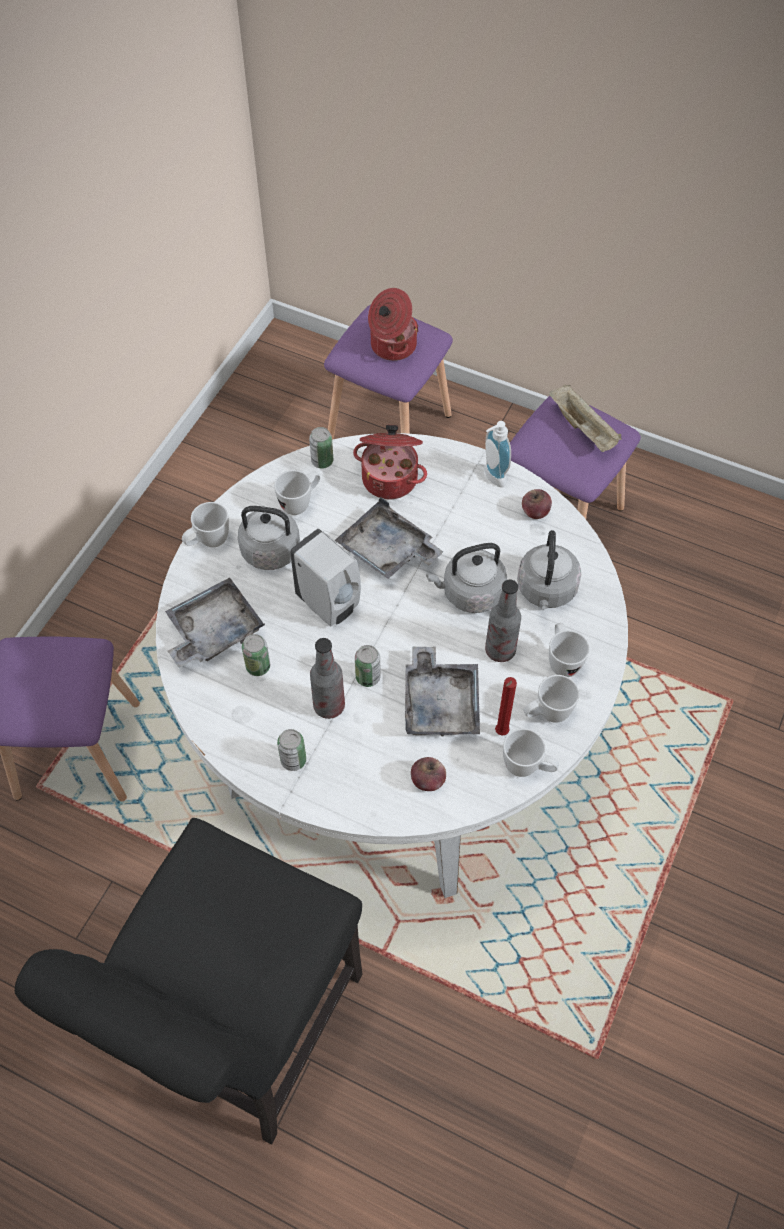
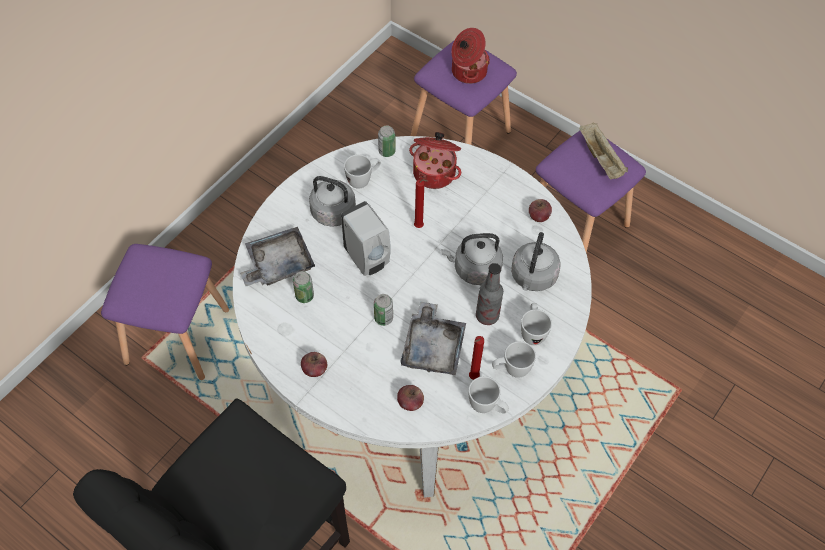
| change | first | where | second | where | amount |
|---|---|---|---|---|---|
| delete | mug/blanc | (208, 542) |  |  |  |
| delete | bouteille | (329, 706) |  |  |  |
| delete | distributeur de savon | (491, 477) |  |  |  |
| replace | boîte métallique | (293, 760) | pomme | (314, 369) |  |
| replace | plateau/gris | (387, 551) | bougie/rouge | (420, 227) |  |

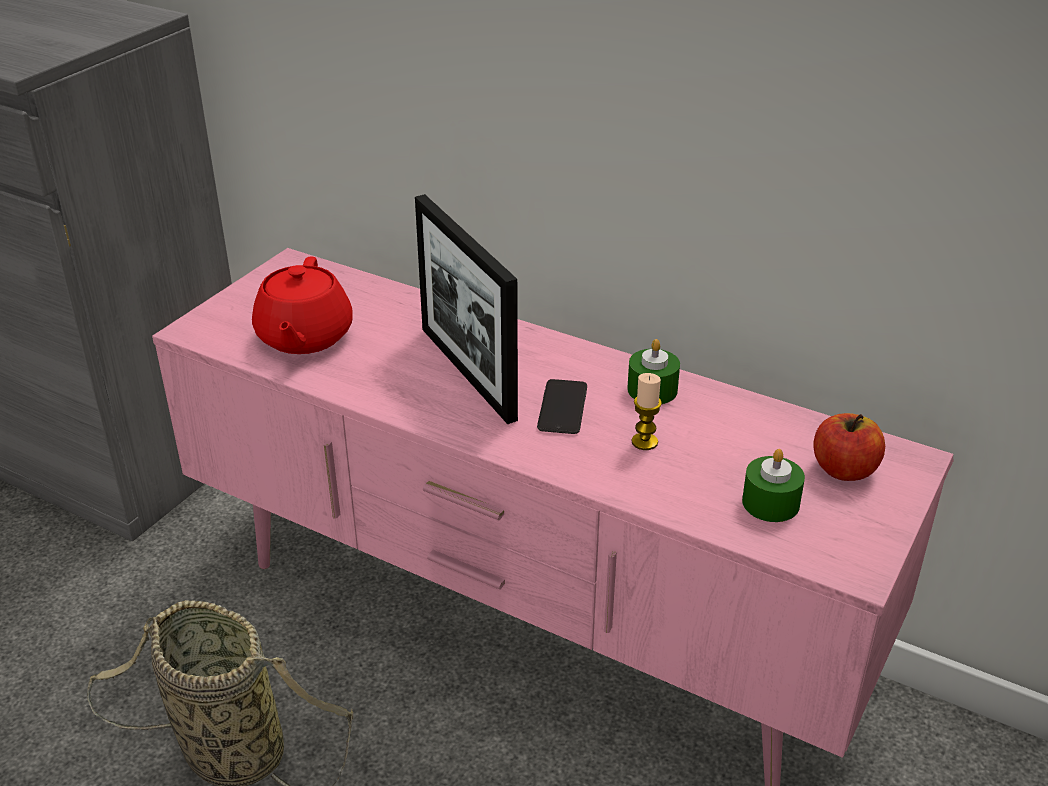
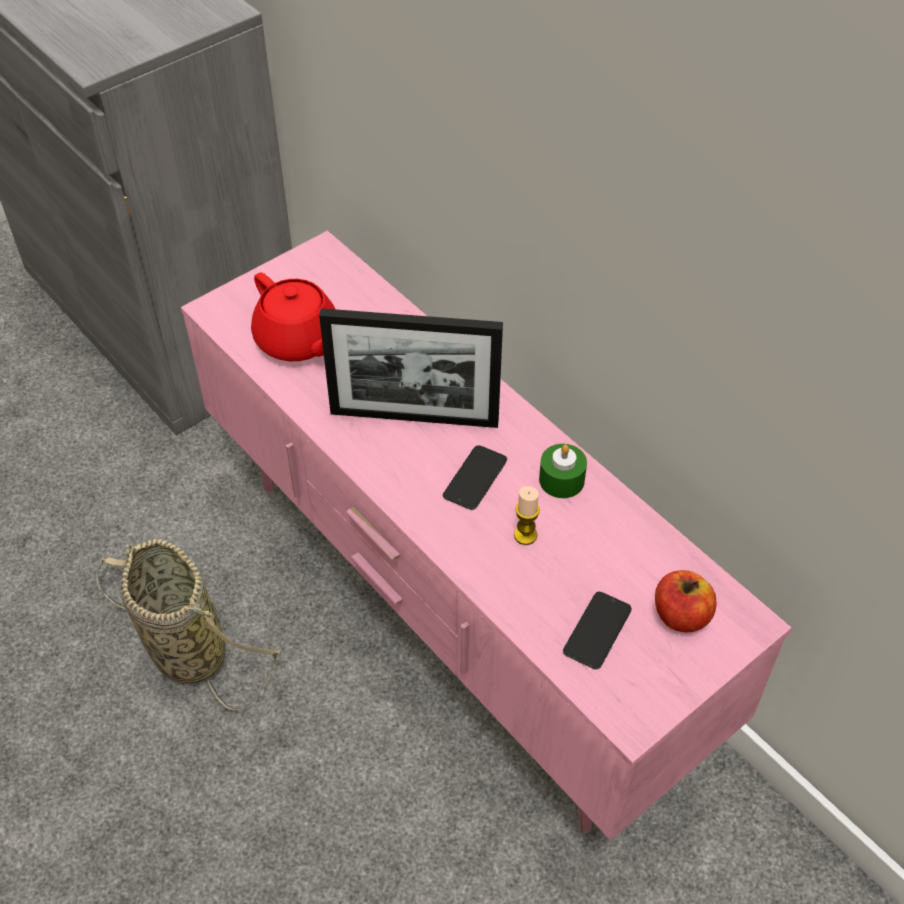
| change | first | where | second | where | amount |
|---|---|---|---|---|---|
| replace | bougie/vert | (770, 503) | téléphone | (597, 631) |  |
| rotate | théière/rouge | (304, 337) |  | (298, 341) | 60 degrees counterclockwise |
| rotate | cadre photo | (467, 373) |  | (414, 417) | 75 degrees counterclockwise |

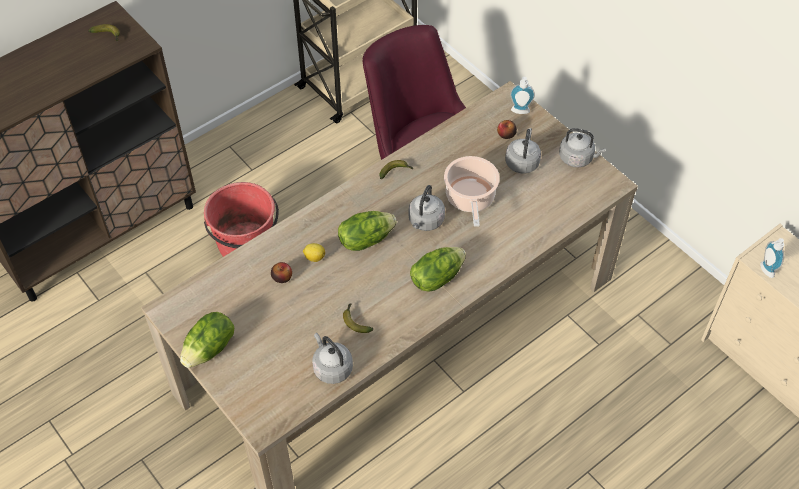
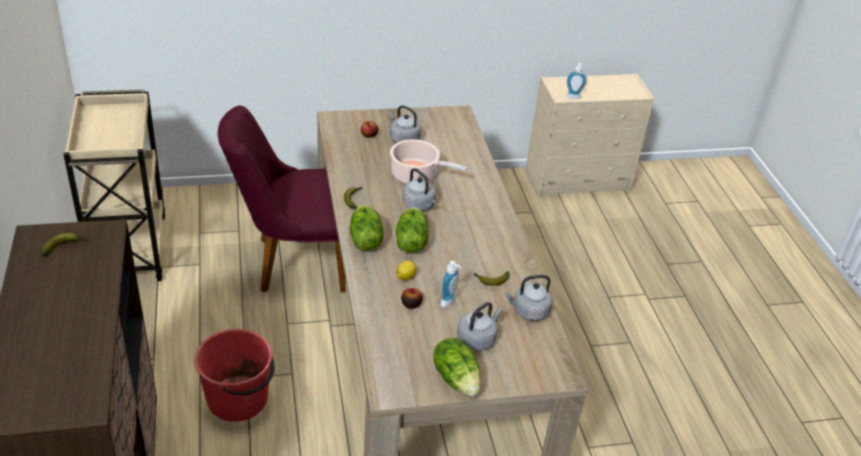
| change | first | where | second | where | amount |
|---|---|---|---|---|---|
| move | laitue | (436, 277) |  | (364, 240) |  |
| move | distributeur de savon | (520, 112) |  | (450, 302) |  |
| move | bouilloire/gris | (577, 158) |  | (477, 339) |  |

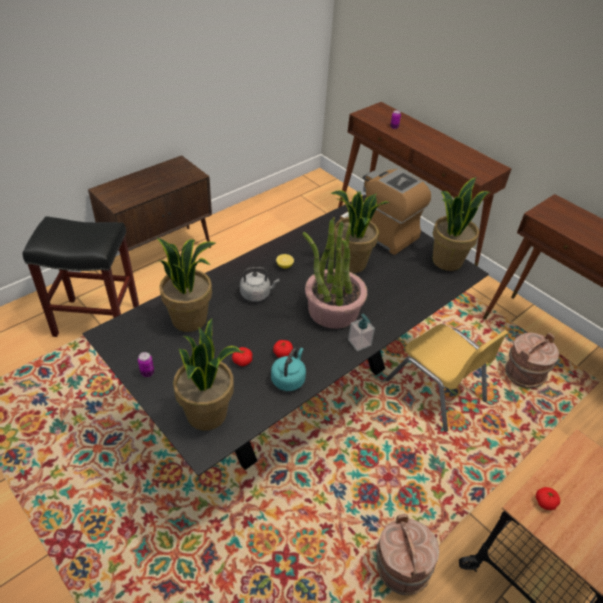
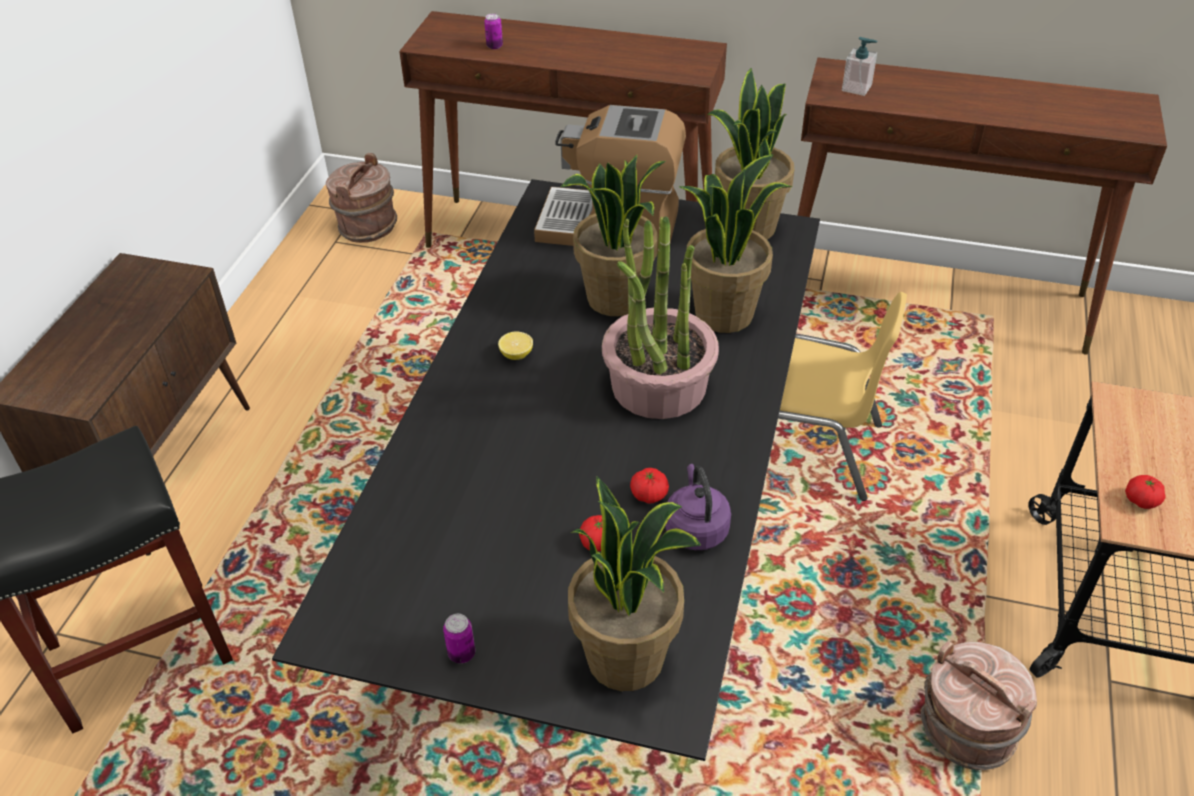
| change | first | where | second | where | amount |
|---|---|---|---|---|---|
| delete | bouilloire/gris | (257, 294) |  |  |  |
| move | plante en pot | (190, 319) |  | (724, 313) |  |
| move | distributeur de savon | (359, 343) |  | (857, 88) |  |
| move | seau/marron | (523, 373) |  | (366, 226) |  |
| recolor | bouilloire/turquoise | (289, 379) | bouilloire/violet | (695, 528) |  |

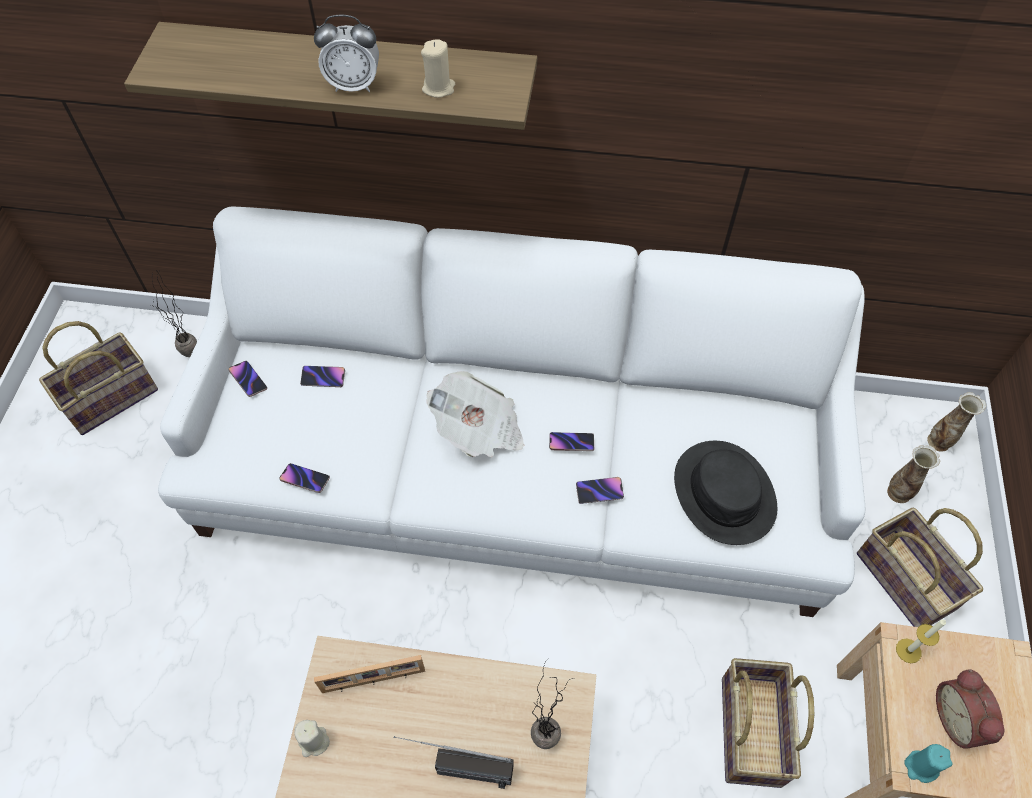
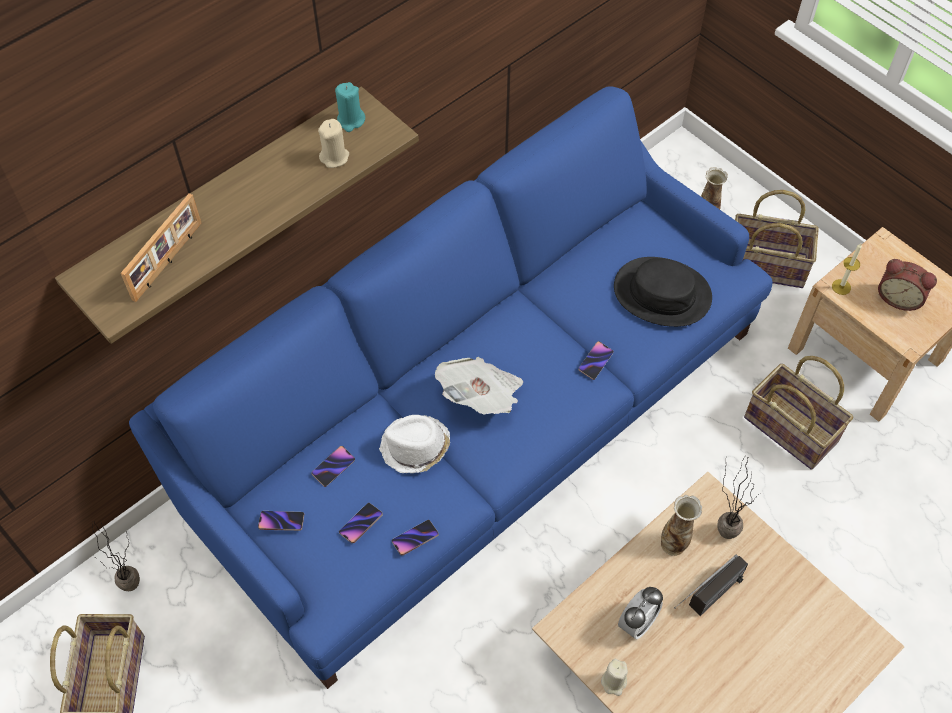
| change | first | where | second | where | amount |
|---|---|---|---|---|---|
| insert |  |  | chapeau/blanc | (415, 448) |  |
| move | réveil | (353, 85) |  | (637, 623) |  |
| move | cadre photo | (373, 681) |  | (169, 261) |  |
| move | téléphone | (571, 443) |  | (361, 524) |  |
| move | bougie/turquoise | (920, 767) |  | (350, 121) |  |
| move | vase | (939, 442) |  | (674, 543) |  |
| recolor | canapé/blanc | (516, 464) | canapé/bleu | (476, 419) |  |

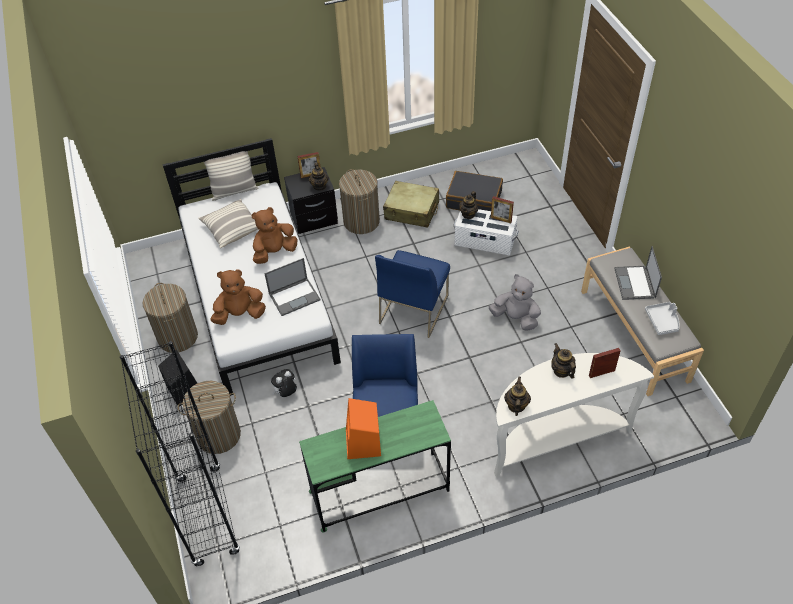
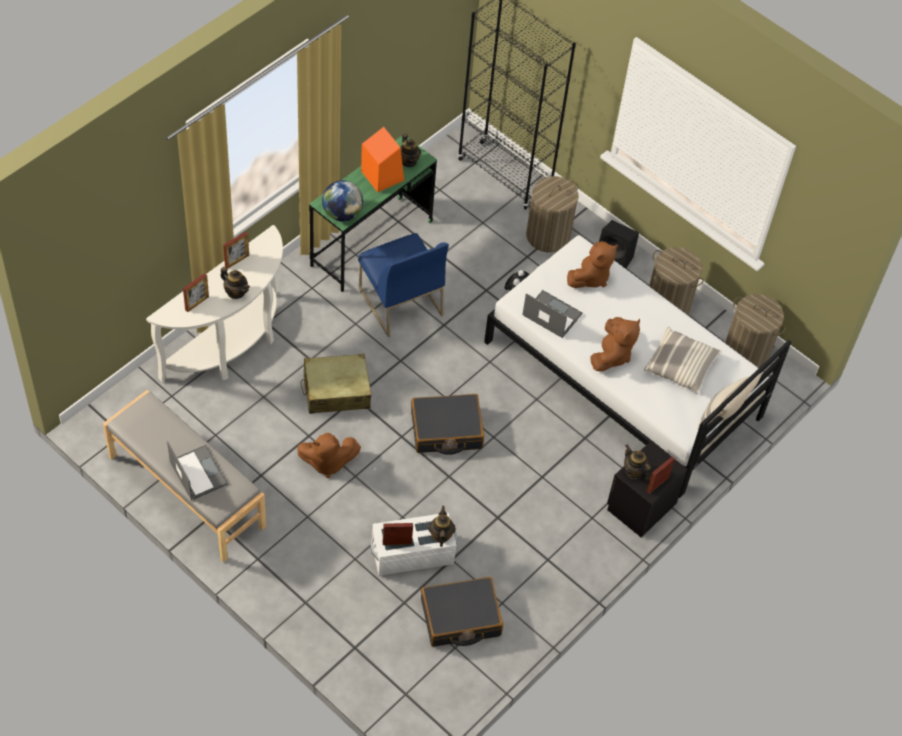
| change | first | where | second | where | amount |
|---|---|---|---|---|---|
| delete | plateau/gris | (662, 321) |  |  |  |
| insert |  |  | cadre photo | (237, 261) |  |
| insert |  |  | globe | (342, 214) |  |
| move | panier à linge | (361, 221) |  | (746, 353) |  |
| move | valise/beige | (412, 211) |  | (336, 391) |  |
| move | théière | (516, 405) |  | (408, 161) |  |
| replace | chaise/bleu | (413, 309) | valise/noir | (446, 430) |  |
| recolor | peluche/gris | (515, 318) | peluche/marron | (327, 462) |  |
| rotate | ordinateur portable | (295, 296) |  | (551, 314) | 90 degrees clockwise |

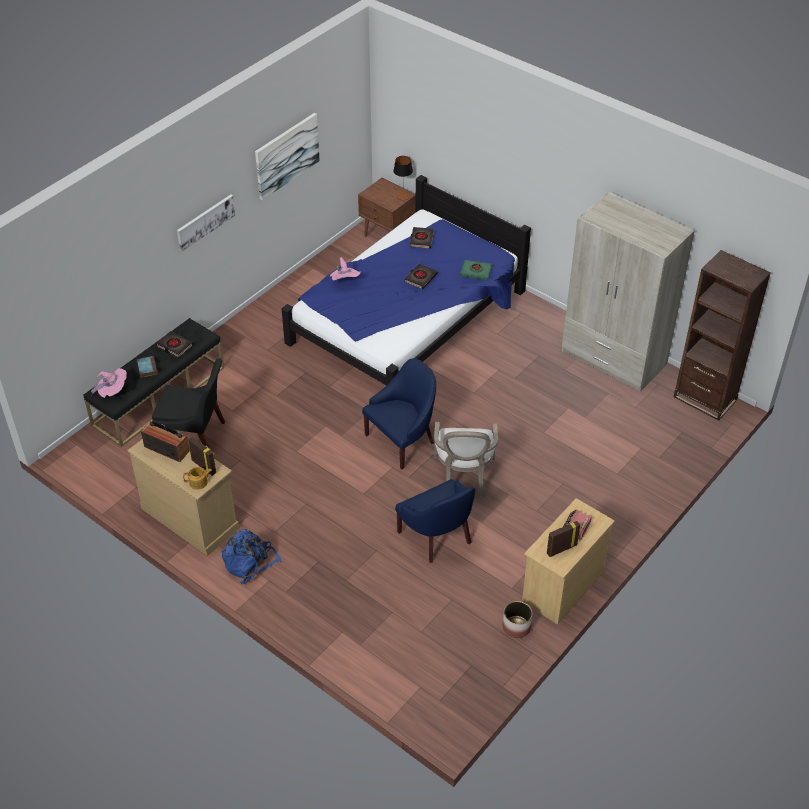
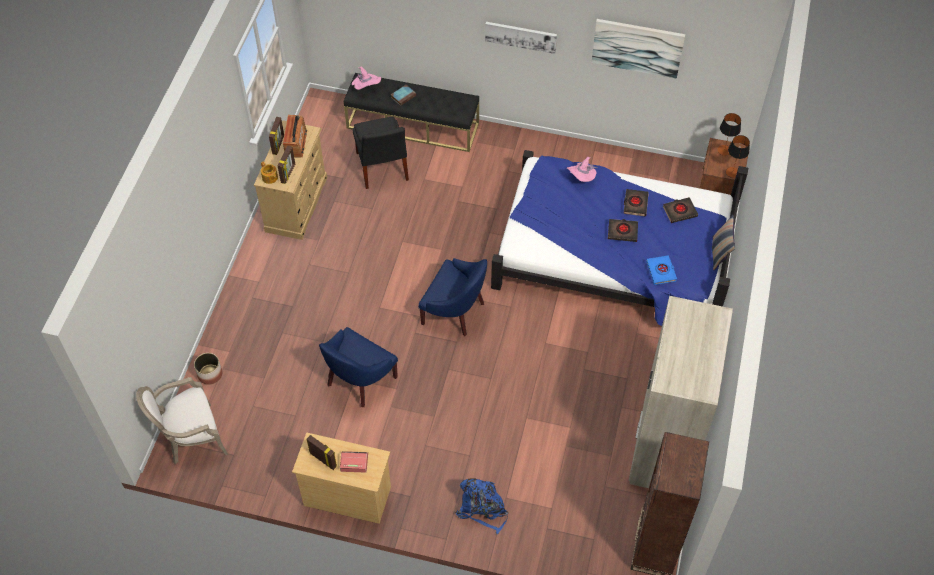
| change | first | where | second | where | amount |
|---|---|---|---|---|---|
| insert |  |  | cadre photo | (278, 145) |  |
| insert |  |  | coussin | (719, 253) |  |
| insert |  |  | lampe de table | (724, 150) |  |
| move | livre/noir | (174, 346) |  | (635, 204) |  |
| move | sac à dos/bleu | (250, 563) |  | (482, 508) |  |
| move | fauteuil | (463, 478) |  | (191, 438) |  |
| move | cache-pot | (516, 627) |  | (210, 374) |  |
| recolor | livre/vert | (476, 272) | livre/bleu | (661, 271) |  |

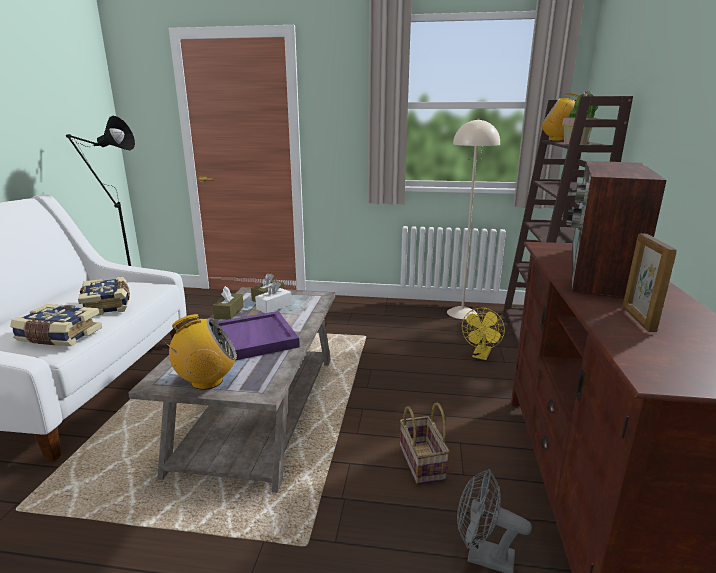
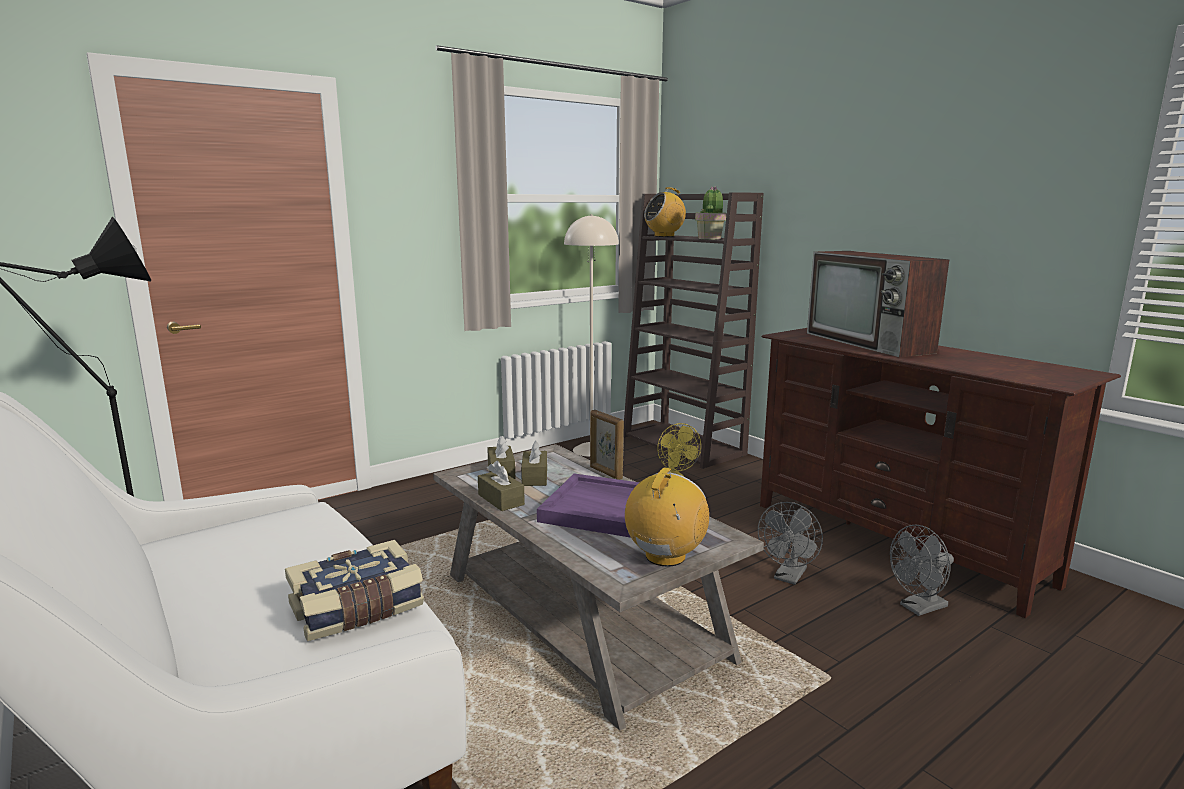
| change | first | where | second | where | amount |
|---|---|---|---|---|---|
| delete | livre | (108, 305) |  |  |  |
| move | cadre photo | (637, 319) |  | (605, 473) |  |
| replace | panier | (423, 463) | ventilateur/gris | (788, 577) |  |
| recolor | boîte à mouchoirs/blanc | (274, 307) | boîte à mouchoirs/marron | (534, 477) |  |

